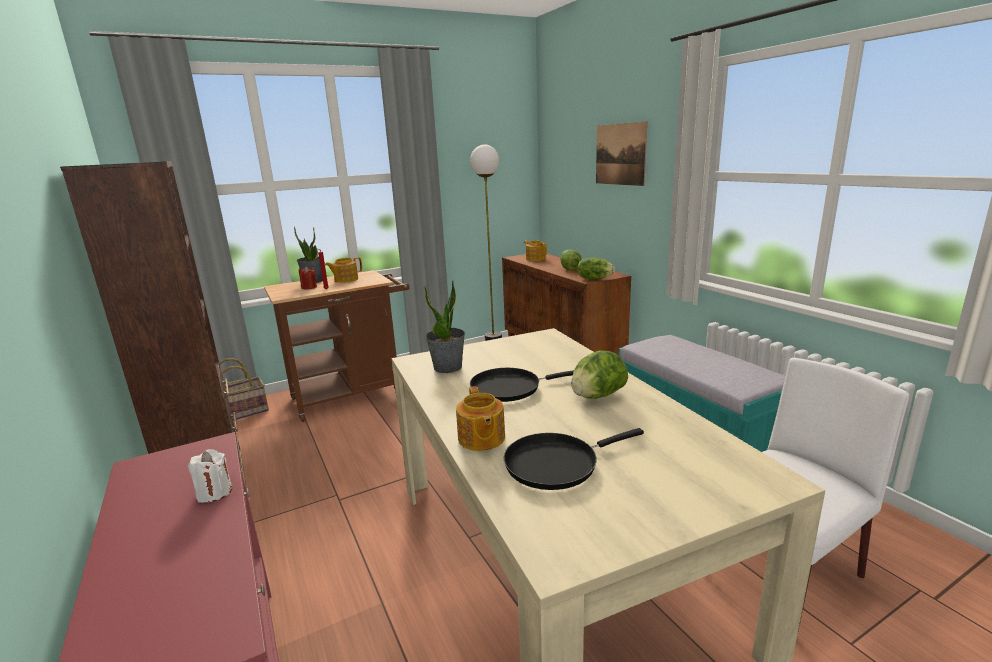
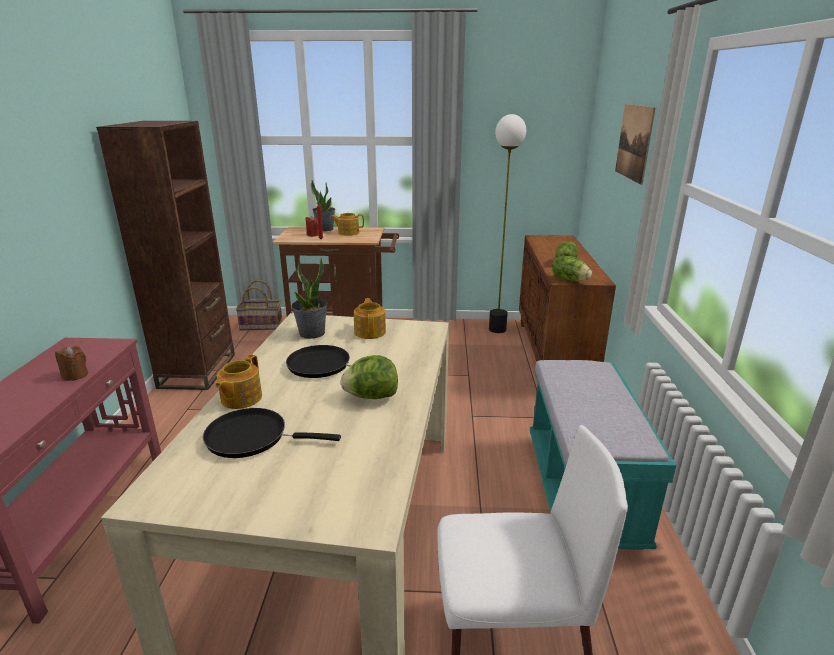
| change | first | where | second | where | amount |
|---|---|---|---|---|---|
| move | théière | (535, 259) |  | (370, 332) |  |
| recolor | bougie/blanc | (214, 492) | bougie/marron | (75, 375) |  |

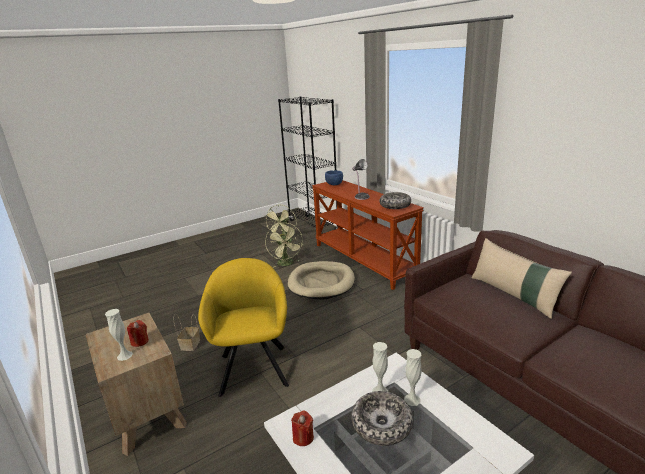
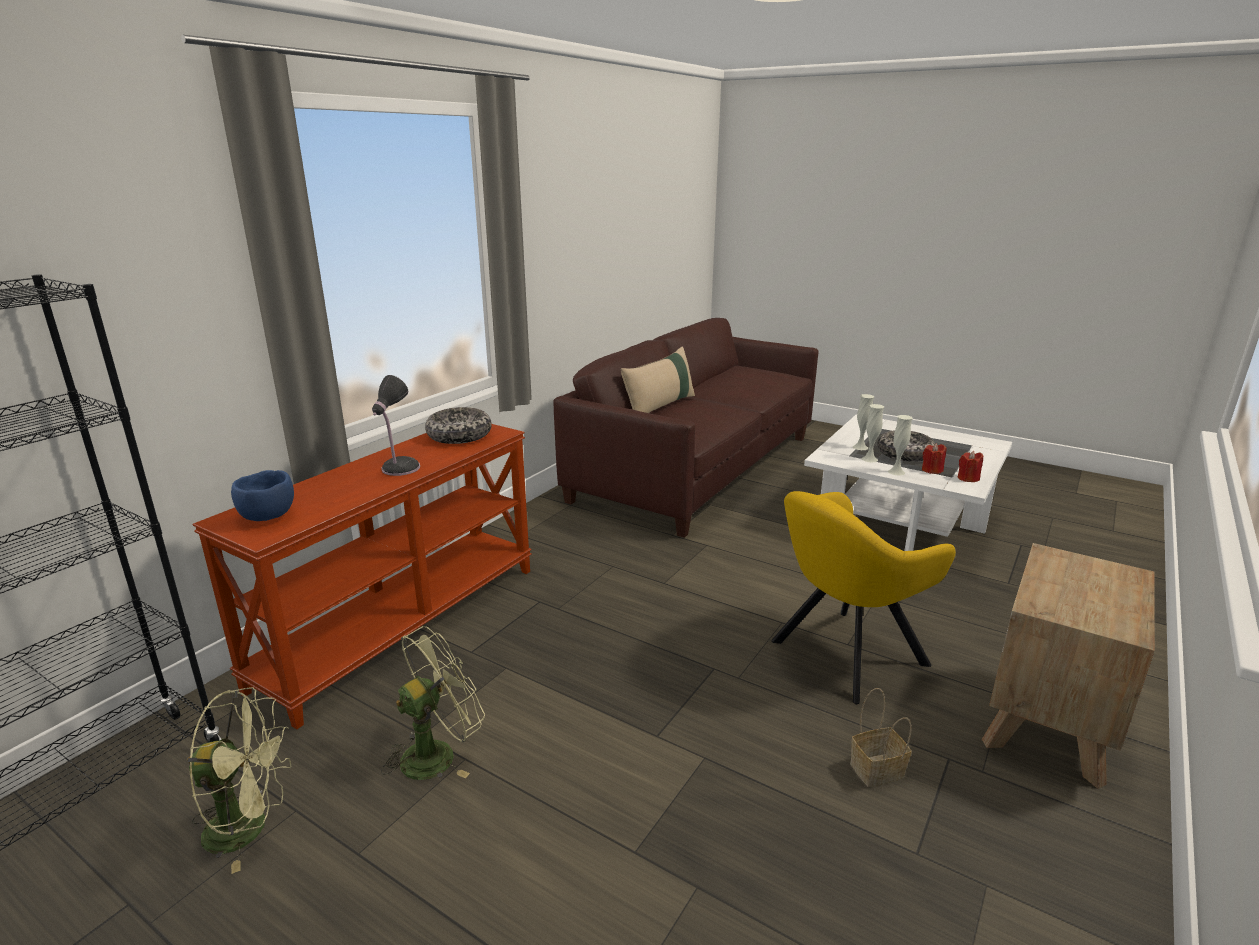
| change | first | where | second | where | amount |
|---|---|---|---|---|---|
| delete | panier pour chien/beige | (321, 283) |  |  |  |
| move | vase/blanc | (125, 355) |  | (896, 472) |  |
| move | bougie/rouge | (140, 341) |  | (932, 470) |  |

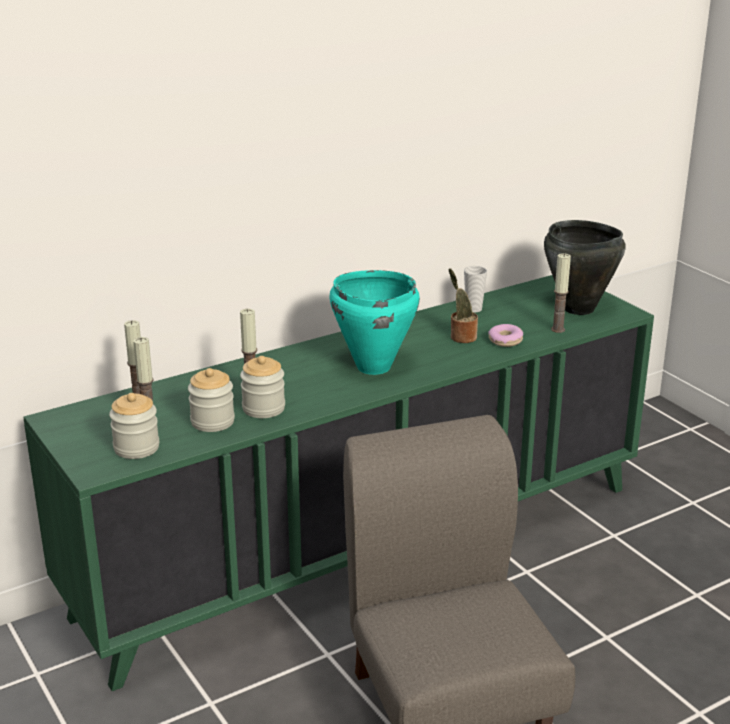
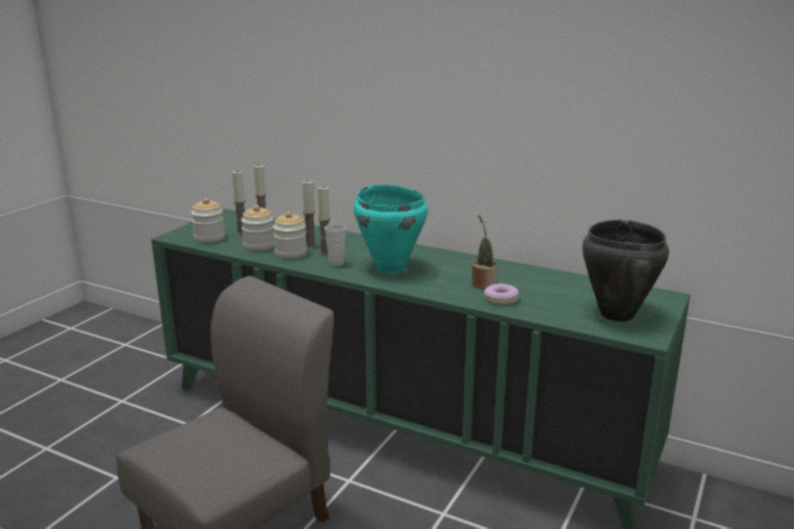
| change | first | where | second | where | amount |
|---|---|---|---|---|---|
| move | tasse | (473, 309) |  | (336, 263) |  |
| move | bougie | (558, 329) |  | (325, 253) |  |

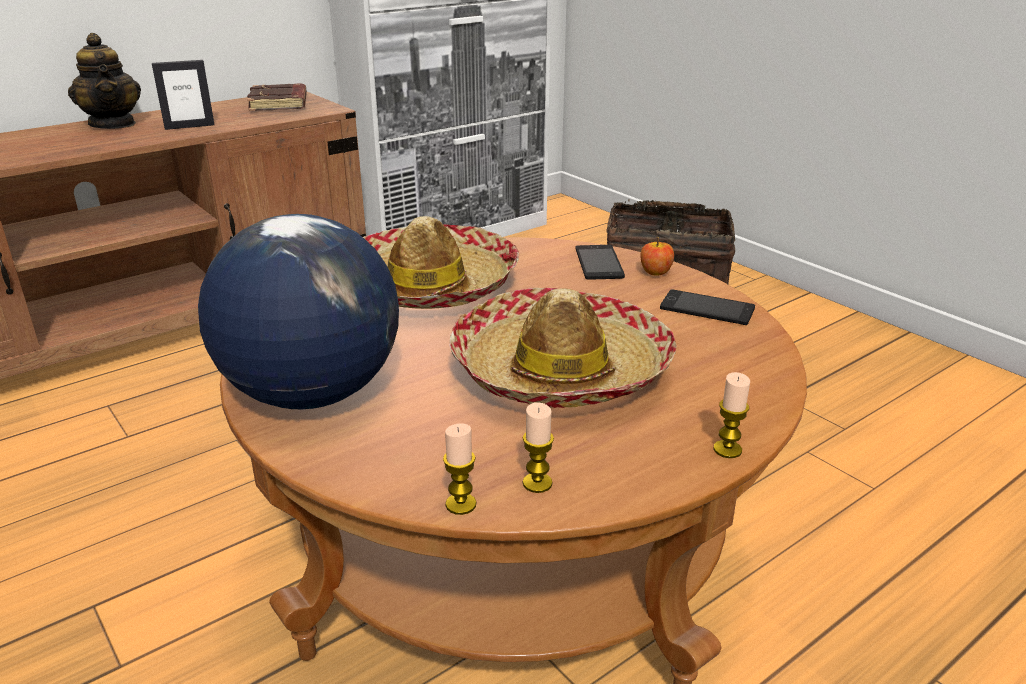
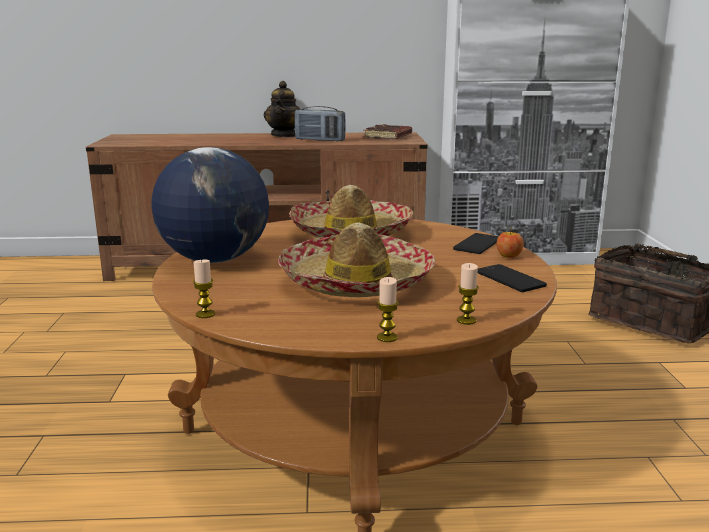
| change | first | where | second | where | amount |
|---|---|---|---|---|---|
| move | bougie | (537, 483) |  | (466, 320) |  |
| replace | cadre photo | (189, 126) | radio | (320, 140) |  |

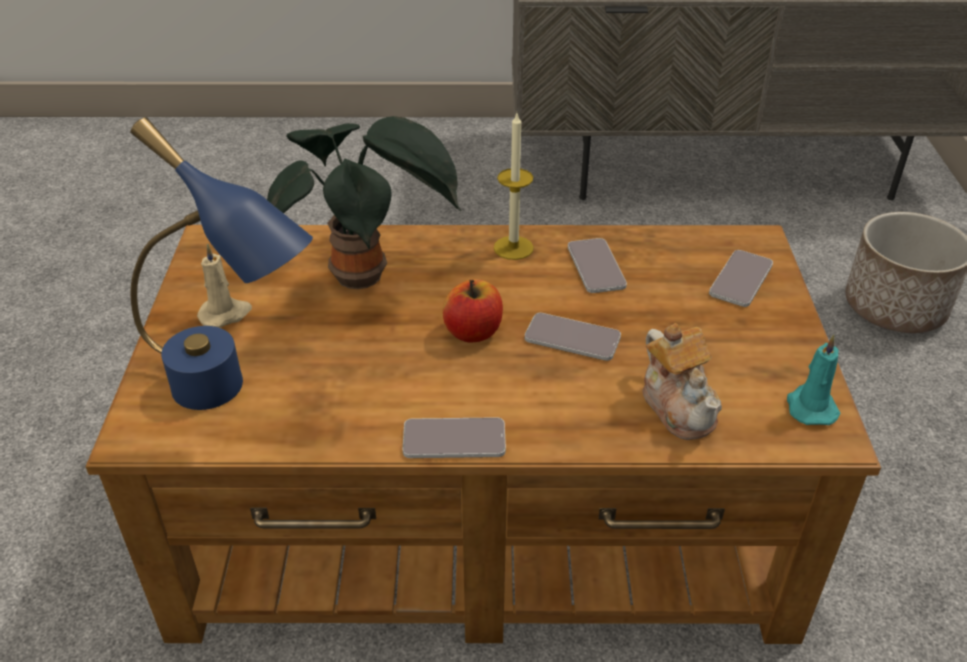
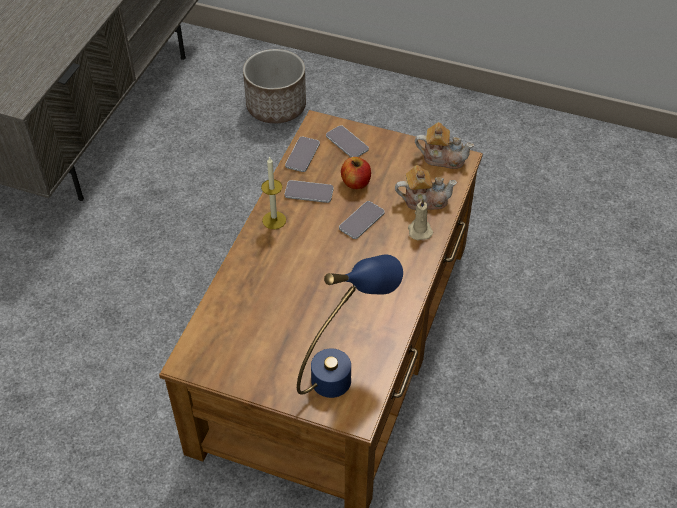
| change | first | where | second | where | amount |
|---|---|---|---|---|---|
| delete | plante en pot | (366, 277) |  |  |  |
| move | bougie/beige | (225, 314) |  | (419, 230) |  |
| move | téléphone | (454, 439) |  | (302, 155) |  |
| move | pomme | (473, 331) |  | (356, 182) |  |
| replace | bougie/turquoise | (810, 407) | théière | (442, 158) |  |

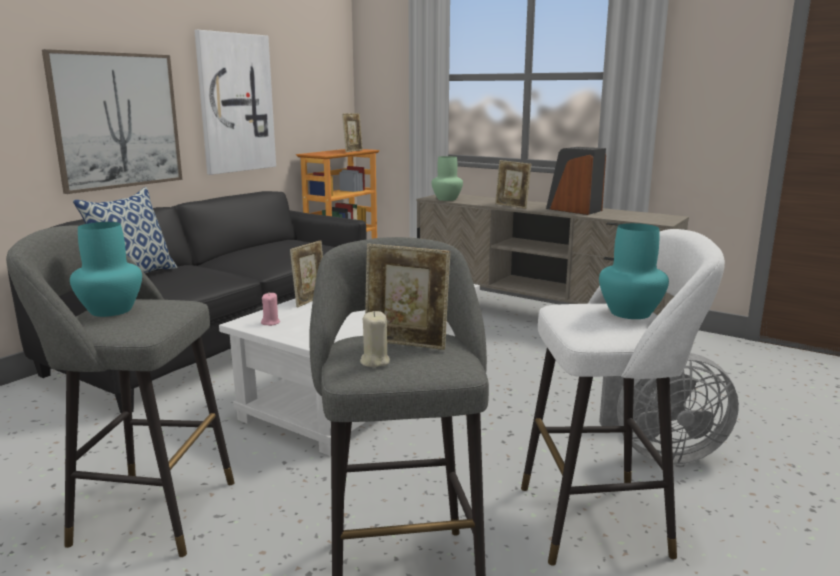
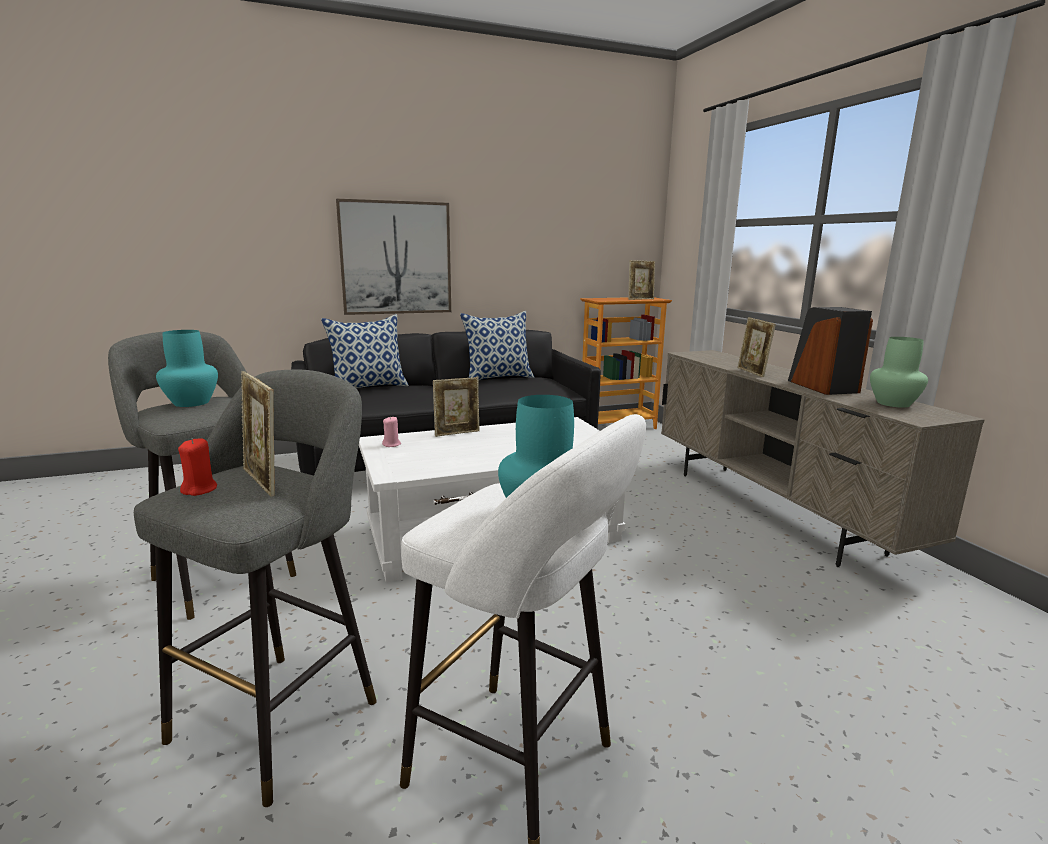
| change | first | where | second | where | amount |
|---|---|---|---|---|---|
| delete | tableau | (235, 103) |  |  |  |
| delete | ventilateur/gris | (660, 453) |  |  |  |
| insert |  |  | coussin | (498, 378) |  |
| move | vase/vert | (447, 199) |  | (894, 403) |  |
| recolor | bougie/beige | (374, 361) | bougie/rouge | (200, 489) |  |

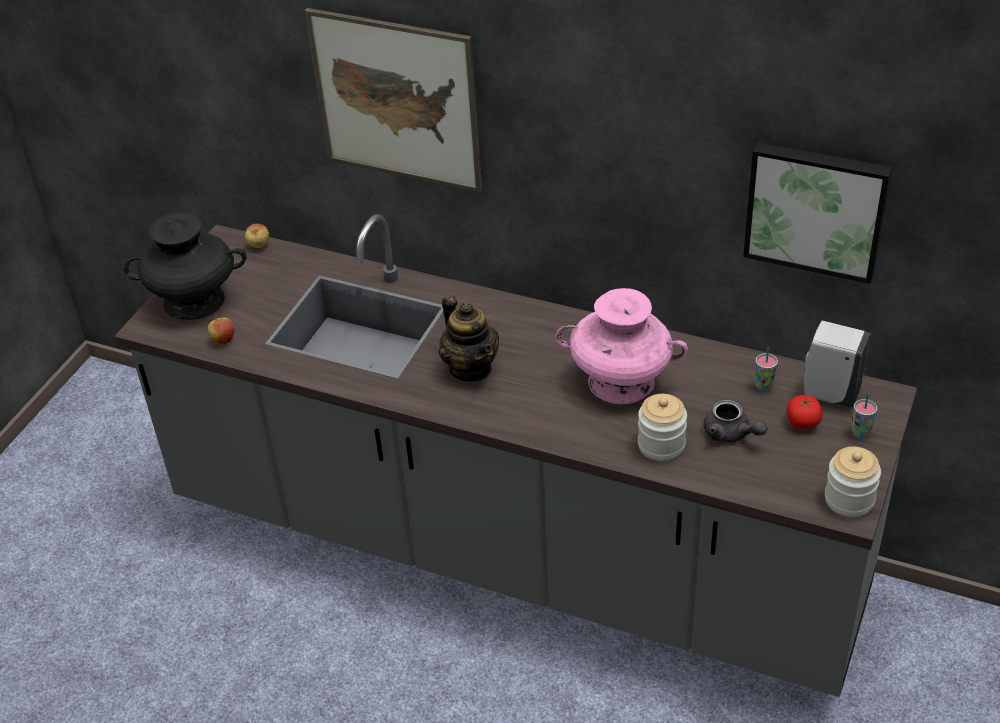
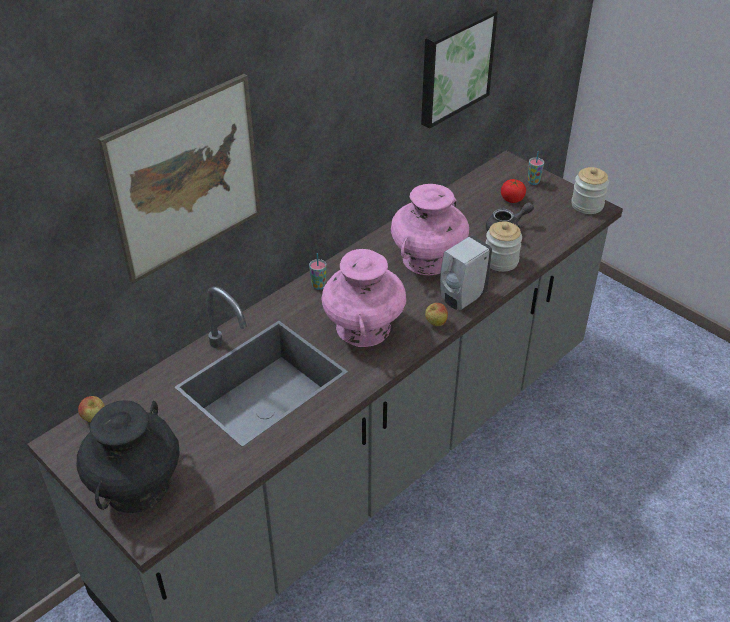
| change | first | where | second | where | amount |
|---|---|---|---|---|---|
| move | pomme | (223, 340) |  | (435, 323) |  |
| move | tasse | (763, 386) |  | (318, 286) |  |
| move | distributeur de savon/blanc | (828, 393) |  | (461, 298) |  |
| replace | théière | (471, 368) | vase/rose | (363, 327) |  |

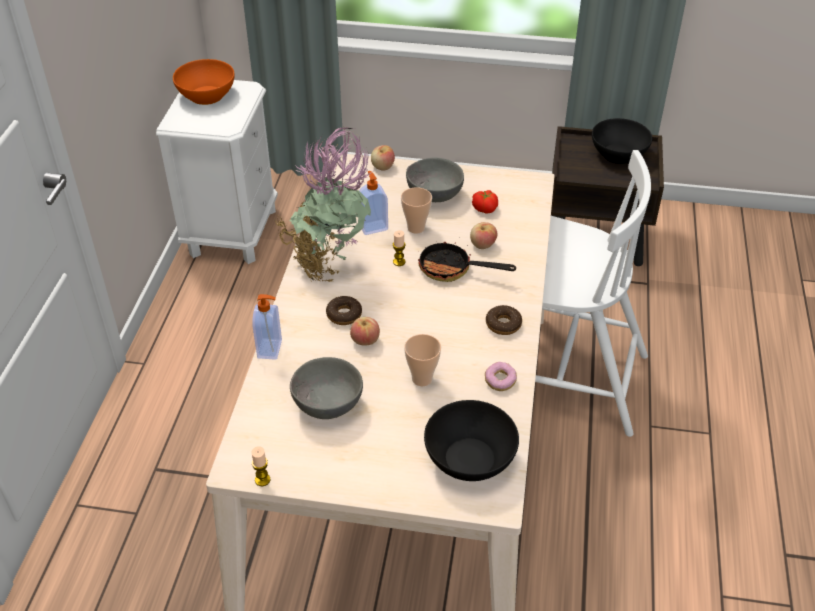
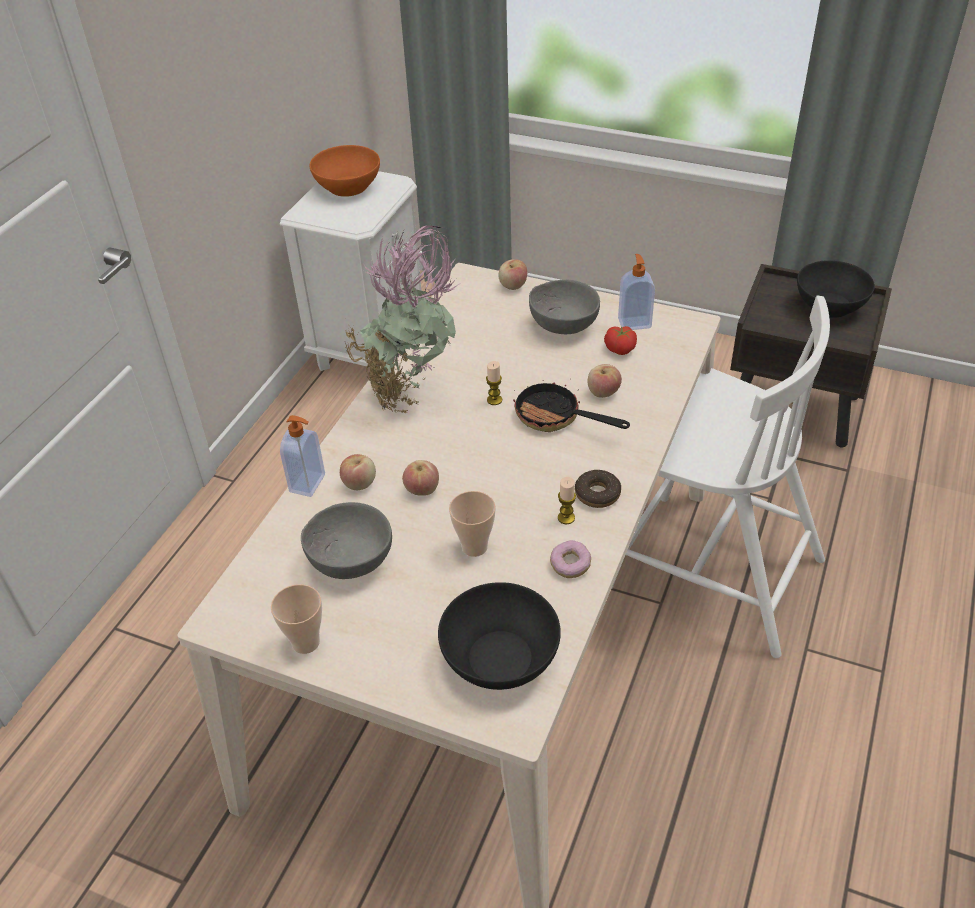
| change | first | where | second | where | amount |
|---|---|---|---|---|---|
| delete | beignet | (344, 315) |  |  |  |
| insert |  |  | pomme | (359, 483) |  |
| move | bougie | (262, 480) |  | (566, 518) |  |
| move | distributeur de savon | (373, 227) |  | (634, 322) |  |
| move | tasse | (416, 228) |  | (305, 642) |  |

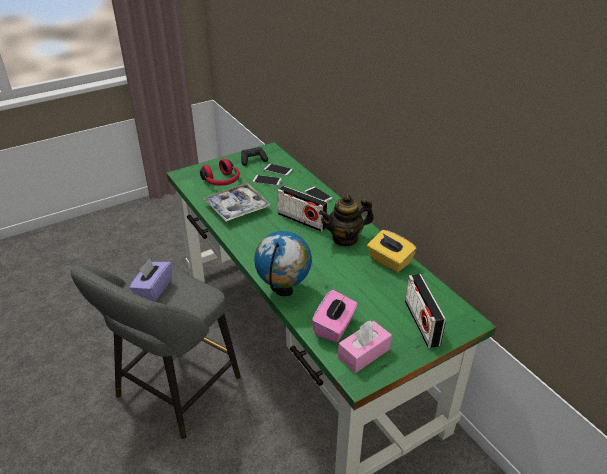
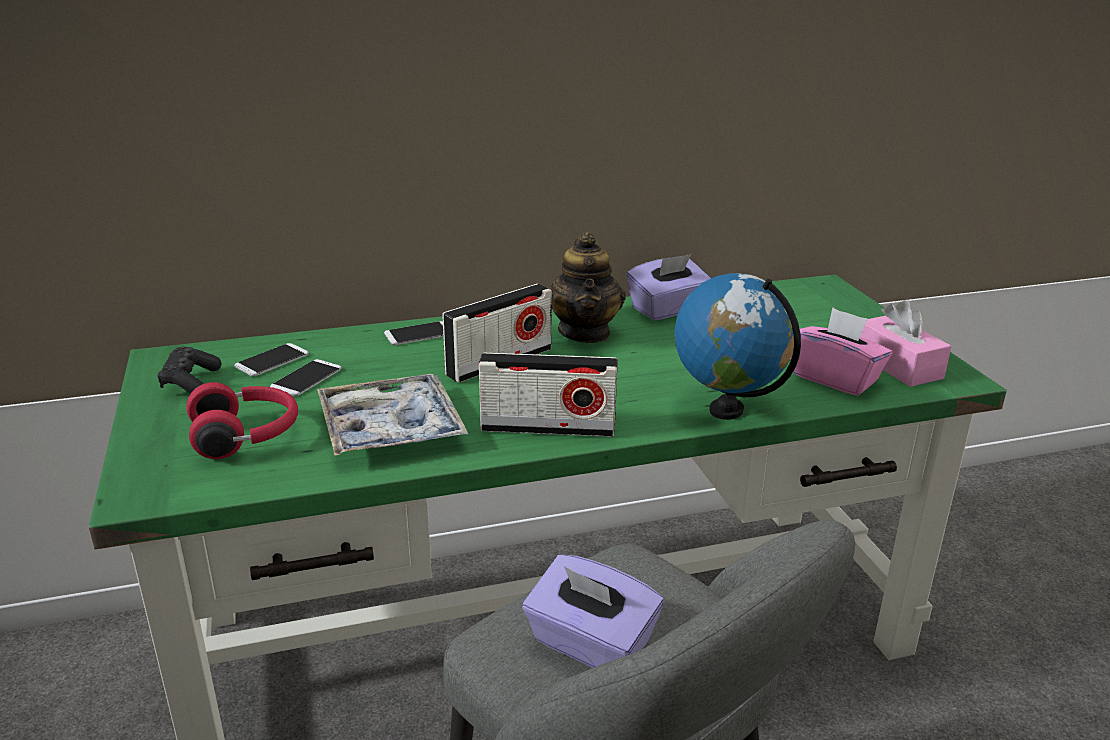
| change | first | where | second | where | amount |
|---|---|---|---|---|---|
| move | radio | (421, 323) |  | (548, 428) |  |
| recolor | boîte à mouchoirs/jaune | (389, 261) | boîte à mouchoirs/violet | (668, 309) |  |

